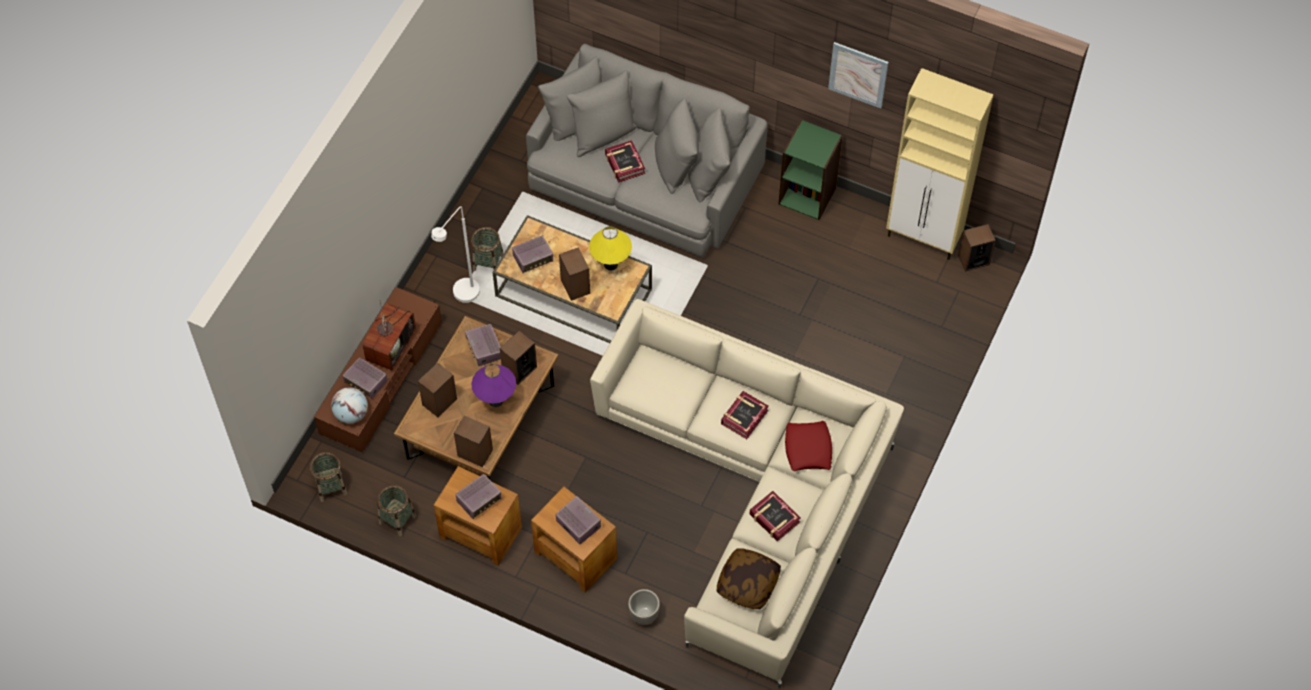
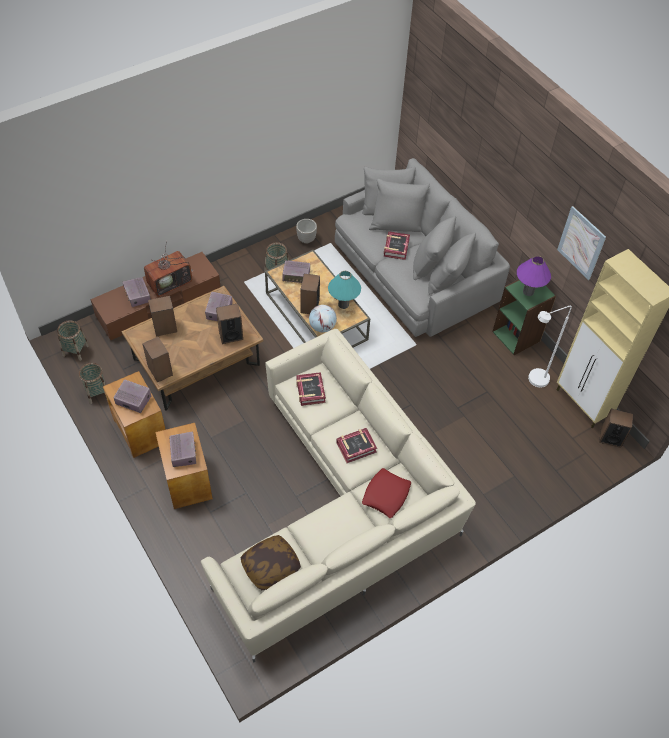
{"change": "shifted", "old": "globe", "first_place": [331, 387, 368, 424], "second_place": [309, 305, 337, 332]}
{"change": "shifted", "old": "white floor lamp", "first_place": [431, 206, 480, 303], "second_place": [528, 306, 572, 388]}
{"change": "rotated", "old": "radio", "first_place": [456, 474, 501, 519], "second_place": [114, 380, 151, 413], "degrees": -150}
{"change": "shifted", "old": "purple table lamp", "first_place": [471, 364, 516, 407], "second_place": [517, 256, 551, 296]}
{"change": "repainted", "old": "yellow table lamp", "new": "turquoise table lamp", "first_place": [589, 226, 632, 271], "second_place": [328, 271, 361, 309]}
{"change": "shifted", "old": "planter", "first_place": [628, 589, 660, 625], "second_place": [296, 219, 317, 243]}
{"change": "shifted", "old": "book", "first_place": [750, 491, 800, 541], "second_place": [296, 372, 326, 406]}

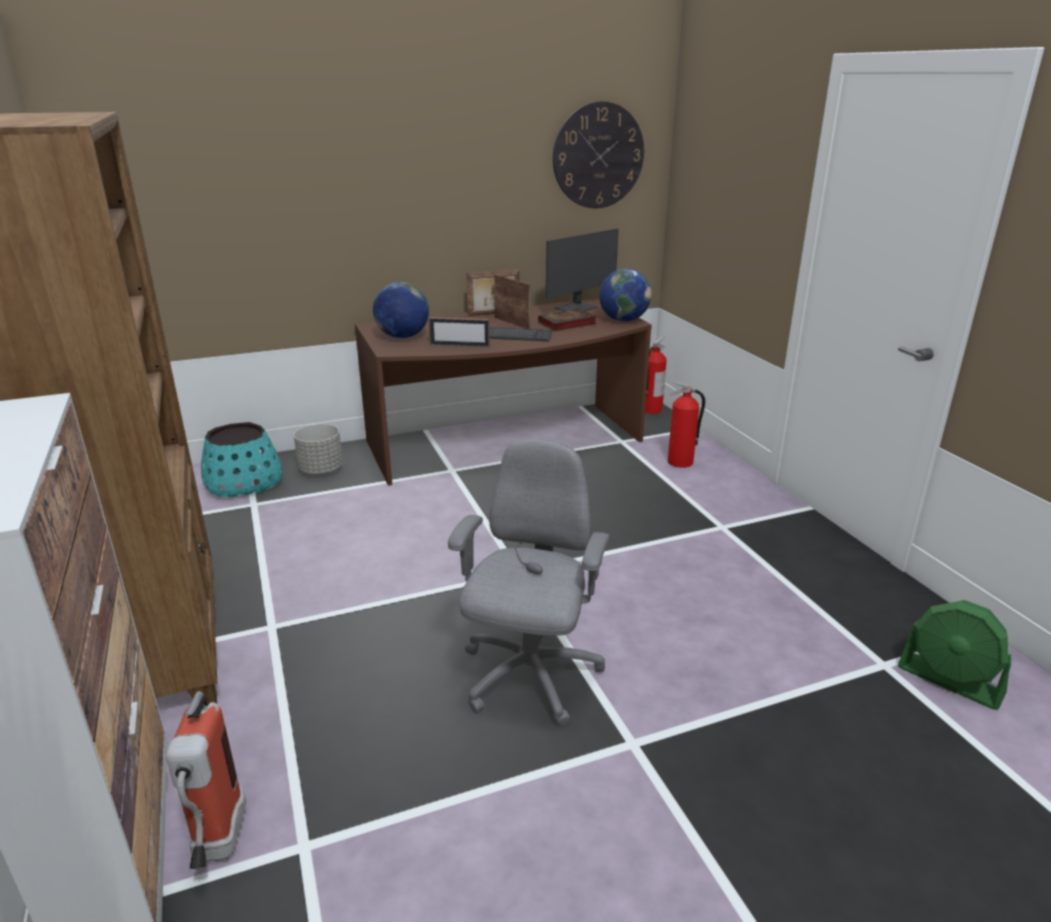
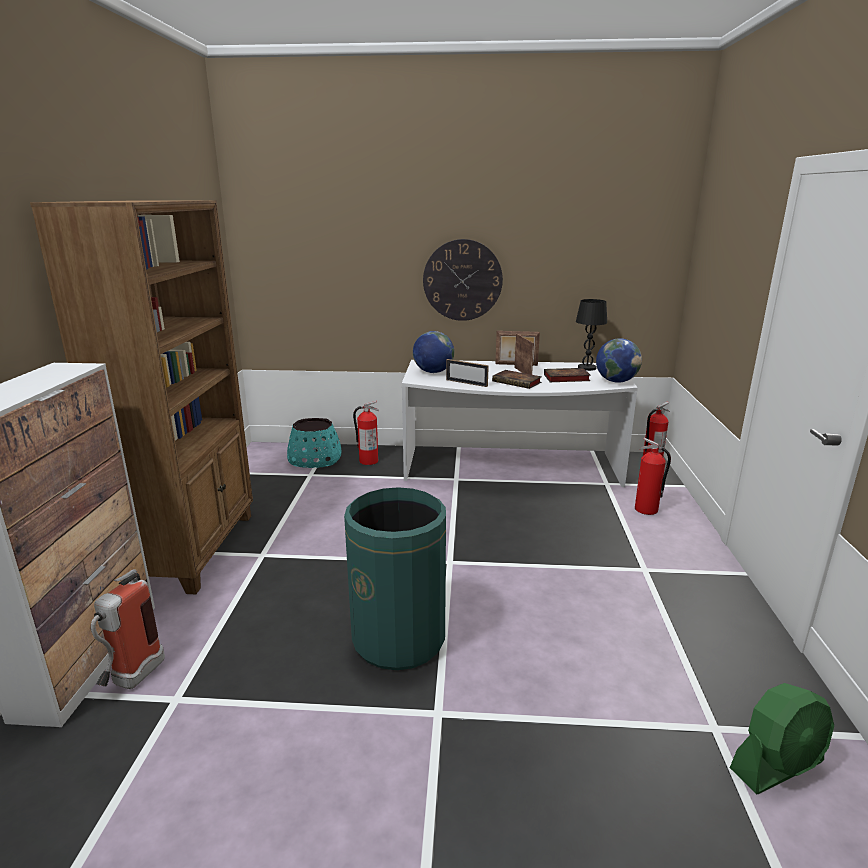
{"change": "swapped", "old": "grey planter", "new": "fire extinguisher", "first_place": [294, 424, 343, 475], "second_place": [353, 401, 379, 465]}
{"change": "repainted", "old": "brown desk", "new": "white desk", "first_place": [355, 299, 652, 486], "second_place": [402, 360, 638, 487]}
{"change": "swapped", "old": "grey office chair", "new": "green trash can", "first_place": [448, 439, 609, 726], "second_place": [344, 487, 446, 670]}
{"change": "swapped", "old": "keyboard", "new": "book", "first_place": [489, 327, 552, 341], "second_place": [492, 370, 542, 389]}
{"change": "swapped", "old": "monitor", "new": "black table lamp", "first_place": [546, 228, 619, 311], "second_place": [576, 299, 607, 371]}
{"change": "shifted", "old": "wall clock", "first_place": [553, 101, 644, 208], "second_place": [423, 239, 503, 321]}
{"change": "rotated", "old": "green fan", "first_place": [898, 600, 1012, 710], "second_place": [730, 683, 834, 794], "degrees": -90}

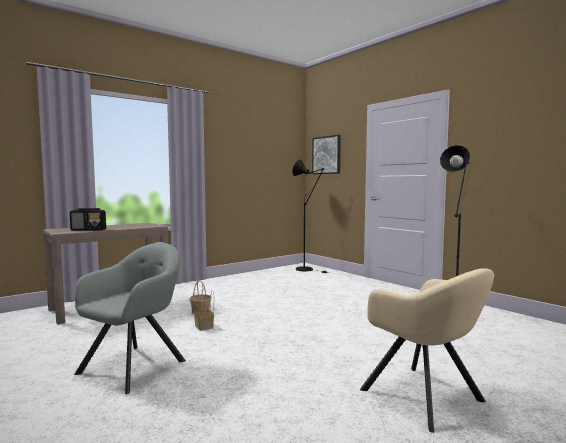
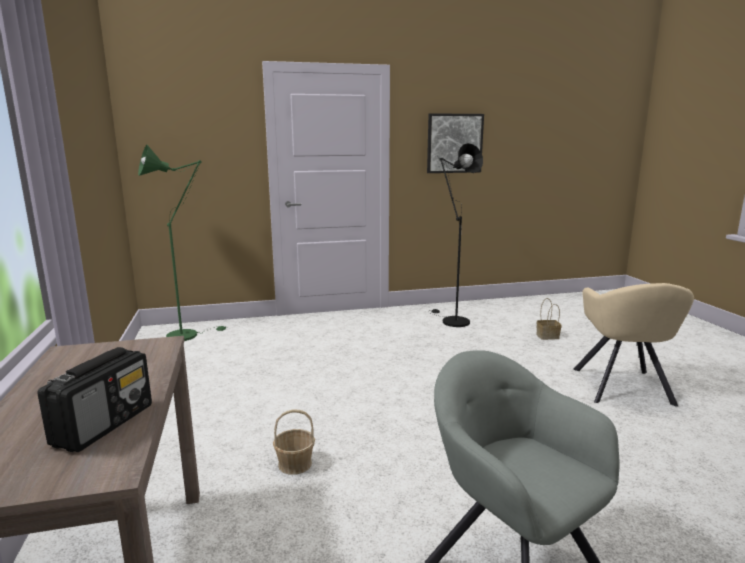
{"change": "shifted", "old": "basket", "first_place": [194, 290, 214, 331], "second_place": [536, 298, 562, 340]}
{"change": "repainted", "old": "black floor lamp", "new": "green floor lamp", "first_place": [292, 160, 330, 273], "second_place": [138, 145, 228, 341]}
{"change": "shifted", "old": "picture", "first_place": [312, 135, 341, 174], "second_place": [427, 113, 484, 173]}
{"change": "rotated", "old": "beige armchair", "first_place": [360, 268, 494, 433], "second_place": [574, 283, 694, 407], "degrees": 105}

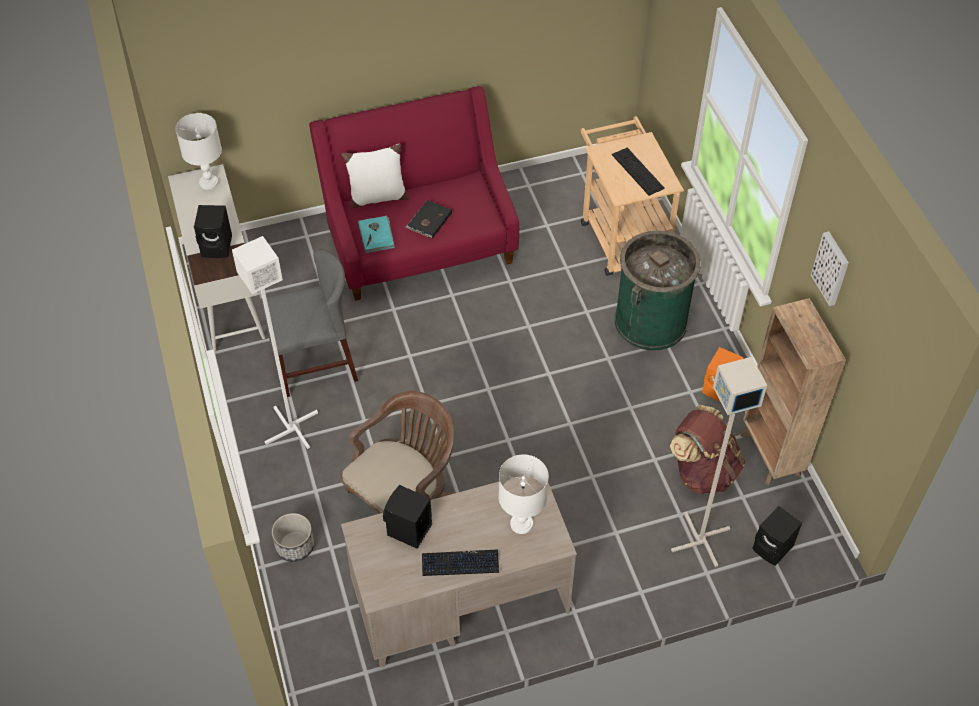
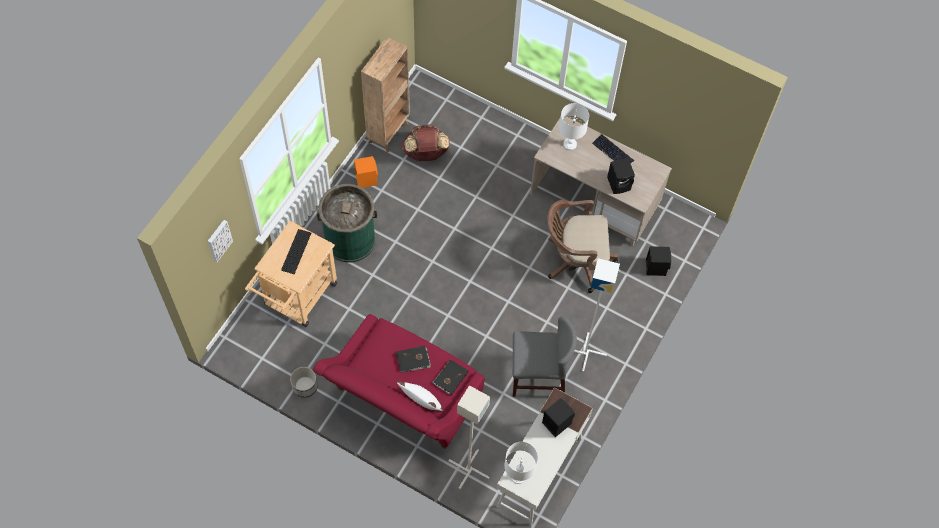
{"change": "rotated", "old": "grey chair", "first_place": [261, 249, 358, 397], "second_place": [513, 316, 577, 397], "degrees": 150}
{"change": "shifted", "old": "planter", "first_place": [272, 513, 314, 562], "second_place": [290, 367, 318, 398]}
{"change": "repainted", "old": "turquoise book", "new": "black book", "first_place": [358, 216, 395, 253], "second_place": [432, 359, 469, 395]}
{"change": "shifted", "old": "grey floor lamp", "first_place": [671, 357, 767, 567], "second_place": [448, 385, 490, 489]}
{"change": "shifted", "old": "black speaker", "first_place": [752, 506, 802, 566], "second_place": [646, 246, 671, 276]}
{"change": "shifted", "old": "picture", "first_place": [811, 231, 849, 306], "second_place": [208, 220, 233, 262]}

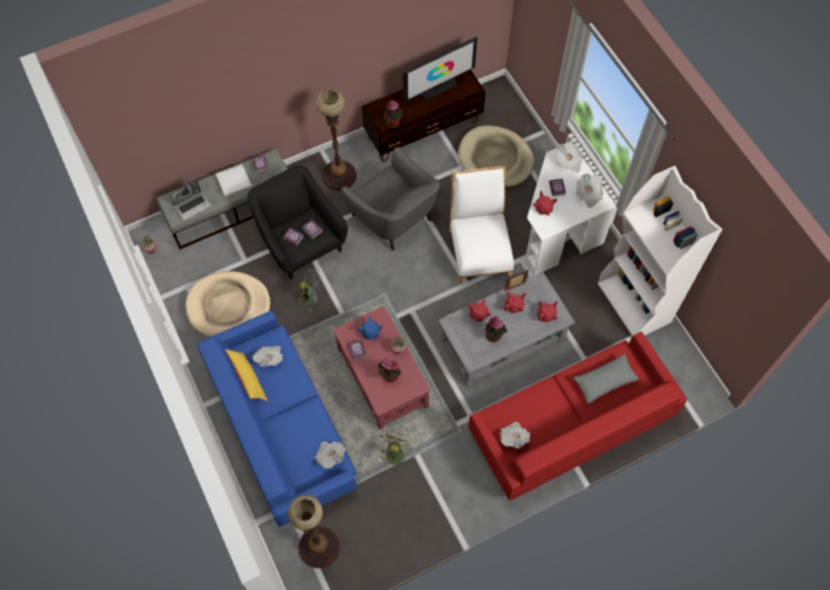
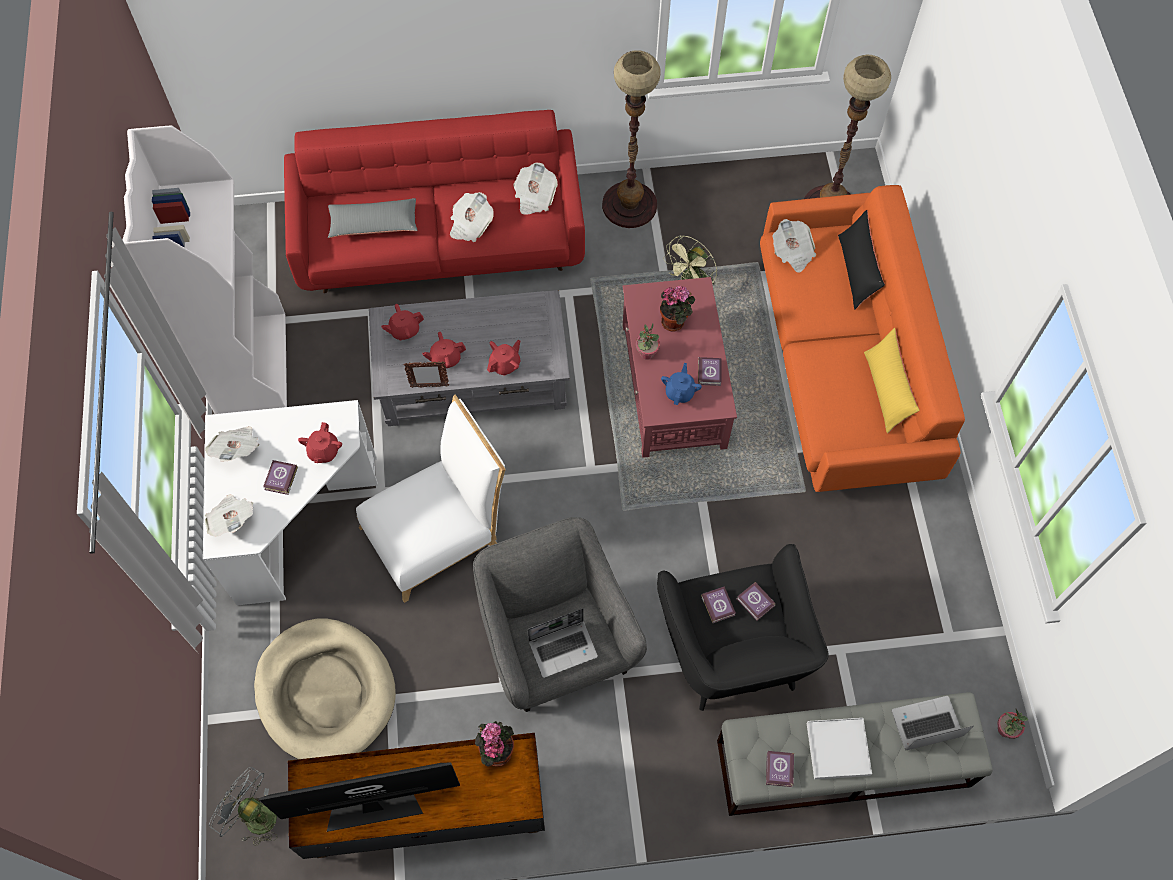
{"change": "gone", "old": "beige dog bed", "first_place": [185, 271, 271, 337]}
{"change": "repainted", "old": "blue sofa", "new": "orange sofa", "first_place": [197, 310, 357, 527], "second_place": [760, 185, 965, 492]}
{"change": "shifted", "old": "newspaper", "first_place": [252, 346, 283, 367], "second_place": [450, 192, 494, 242]}
{"change": "shifted", "old": "grey fan", "first_place": [295, 268, 322, 312], "second_place": [209, 767, 277, 846]}
{"change": "shifted", "old": "floor lamp", "first_place": [316, 89, 357, 190], "second_place": [602, 50, 661, 228]}
{"change": "rotated", "old": "white chair", "first_place": [449, 166, 514, 284], "second_place": [356, 394, 506, 603], "degrees": -135}
{"change": "gone", "old": "potted plant", "first_place": [485, 316, 507, 343]}
{"change": "new", "new": "laptop", "second_place": [527, 608, 598, 678]}
{"change": "new", "new": "black pillow", "second_place": [838, 210, 885, 310]}

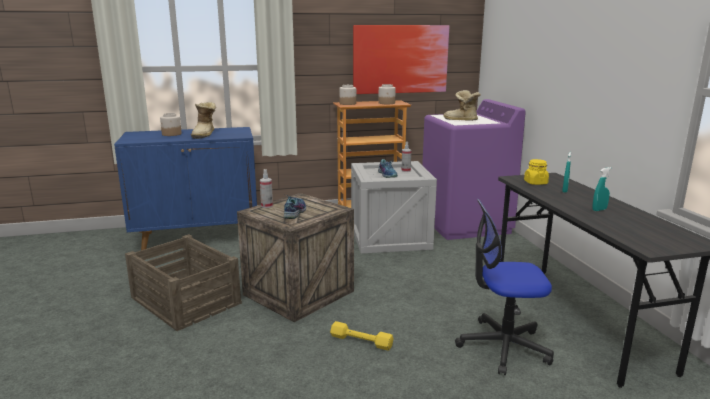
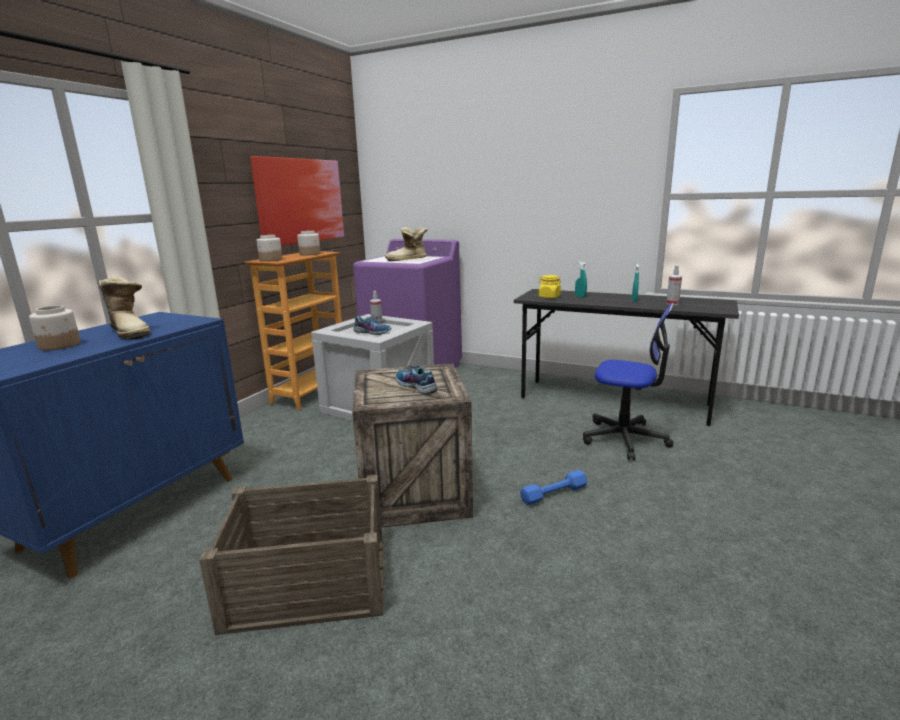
{"change": "shifted", "old": "spray bottle", "first_place": [260, 169, 273, 208], "second_place": [666, 265, 682, 305]}
{"change": "repainted", "old": "yellow dumbbell", "new": "blue dumbbell", "first_place": [330, 321, 393, 351], "second_place": [520, 470, 588, 505]}
{"change": "rotated", "old": "office chair", "first_place": [455, 199, 554, 375], "second_place": [583, 303, 674, 460], "degrees": -105}

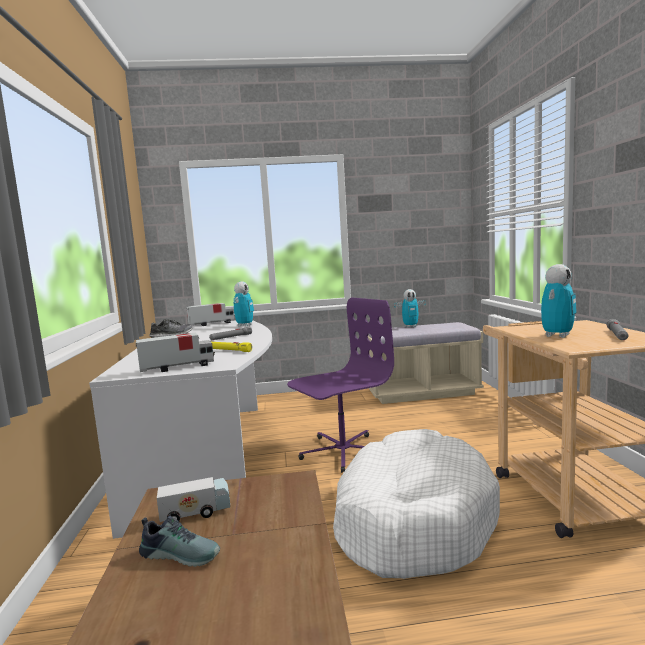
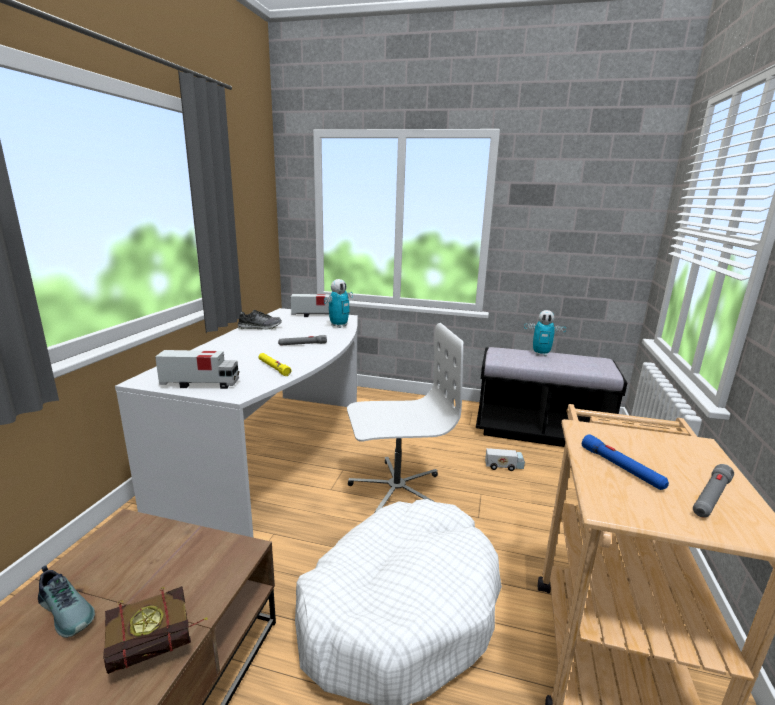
{"change": "shifted", "old": "toy truck", "first_place": [157, 477, 230, 522], "second_place": [485, 448, 525, 471]}
{"change": "repainted", "old": "purple office chair", "new": "white office chair", "first_place": [287, 297, 394, 473], "second_place": [347, 323, 464, 512]}
{"change": "repainted", "old": "beige bench", "new": "black bench", "first_place": [368, 322, 484, 404], "second_place": [476, 347, 627, 447]}
{"change": "swapped", "old": "toy robot", "new": "blue flashlight", "first_place": [541, 264, 577, 338], "second_place": [582, 434, 669, 490]}
{"change": "new", "new": "book", "second_place": [103, 586, 208, 674]}

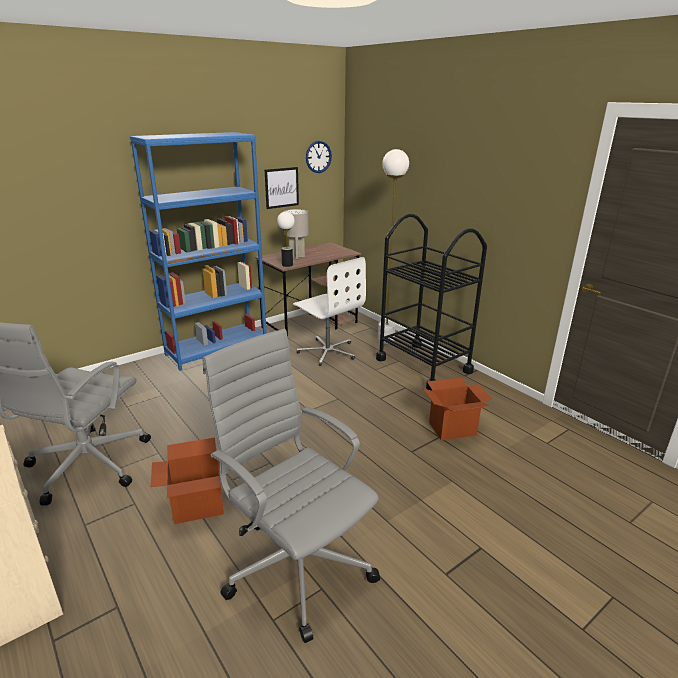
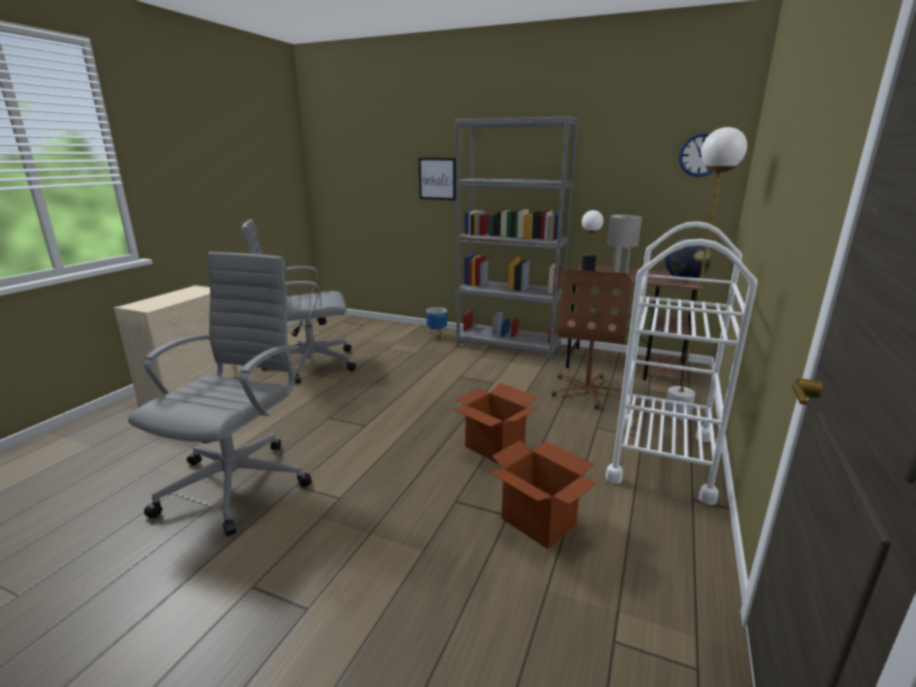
{"change": "repainted", "old": "blue bookcase", "new": "grey bookcase", "first_place": [129, 132, 267, 371], "second_place": [455, 116, 579, 360]}
{"change": "shifted", "old": "cardboard box", "first_place": [151, 438, 224, 524], "second_place": [453, 383, 537, 464]}
{"change": "shifted", "old": "picture", "first_place": [265, 167, 299, 209], "second_place": [419, 158, 456, 200]}
{"change": "repainted", "old": "white office chair", "new": "brown office chair", "first_place": [293, 257, 366, 366], "second_place": [551, 270, 631, 409]}
{"change": "repainted", "old": "black cart", "new": "white cart", "first_place": [376, 214, 487, 391], "second_place": [606, 221, 758, 505]}
{"change": "new", "new": "planter", "second_place": [426, 307, 447, 340]}
{"change": "new", "new": "globe", "second_place": [665, 238, 711, 281]}

